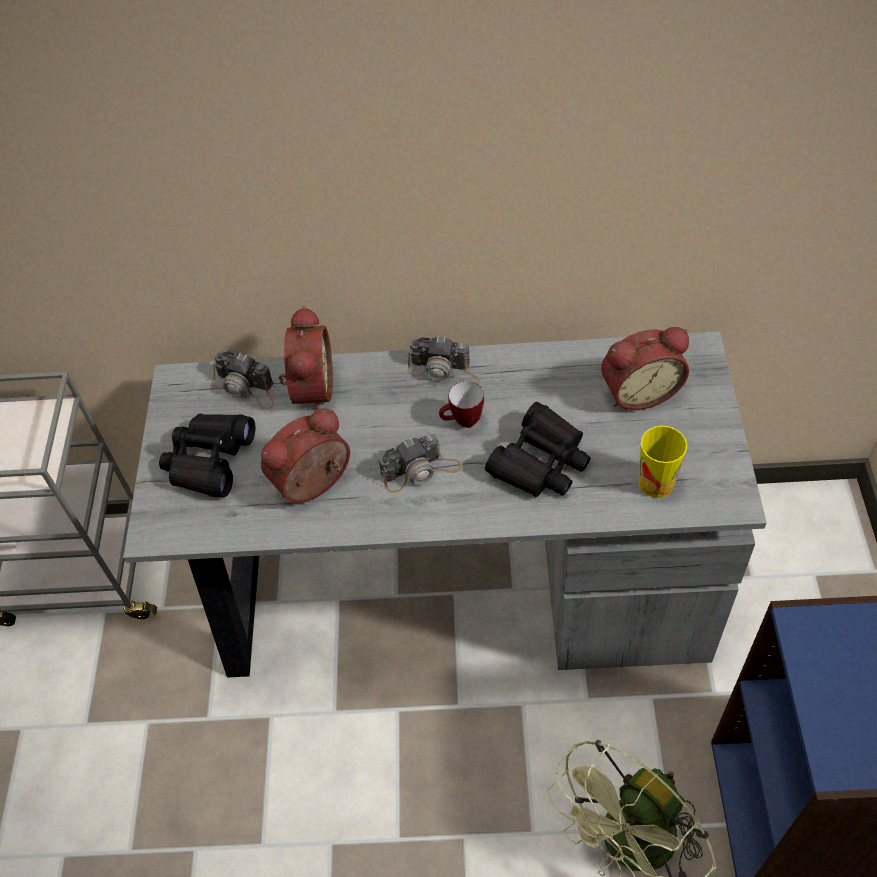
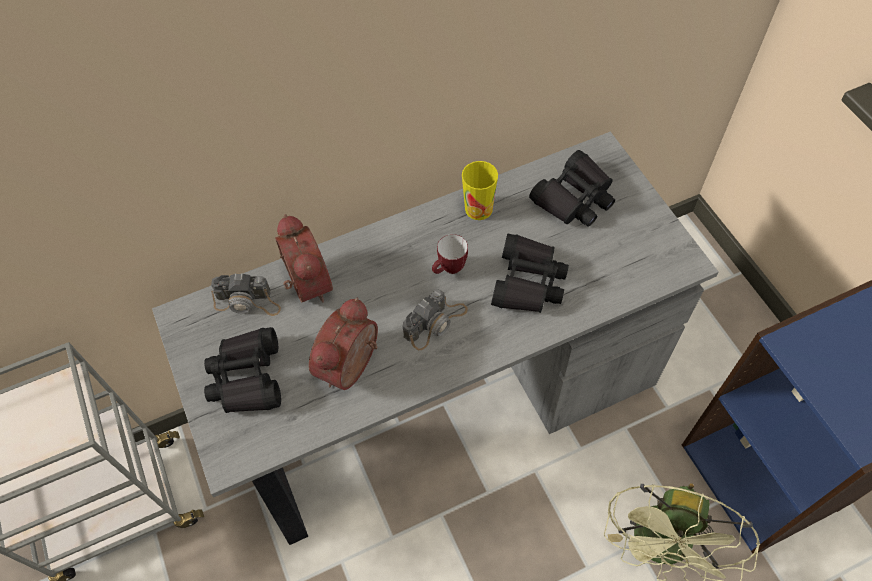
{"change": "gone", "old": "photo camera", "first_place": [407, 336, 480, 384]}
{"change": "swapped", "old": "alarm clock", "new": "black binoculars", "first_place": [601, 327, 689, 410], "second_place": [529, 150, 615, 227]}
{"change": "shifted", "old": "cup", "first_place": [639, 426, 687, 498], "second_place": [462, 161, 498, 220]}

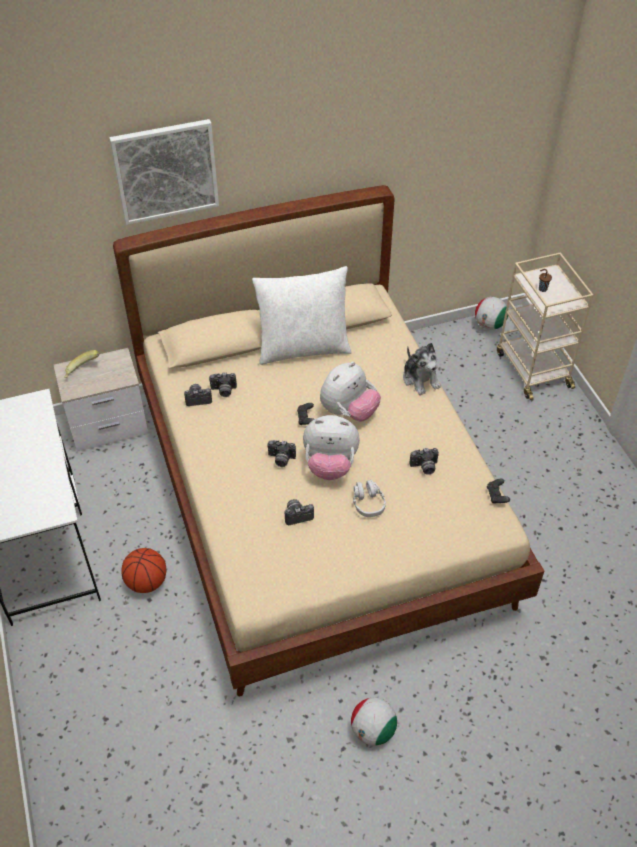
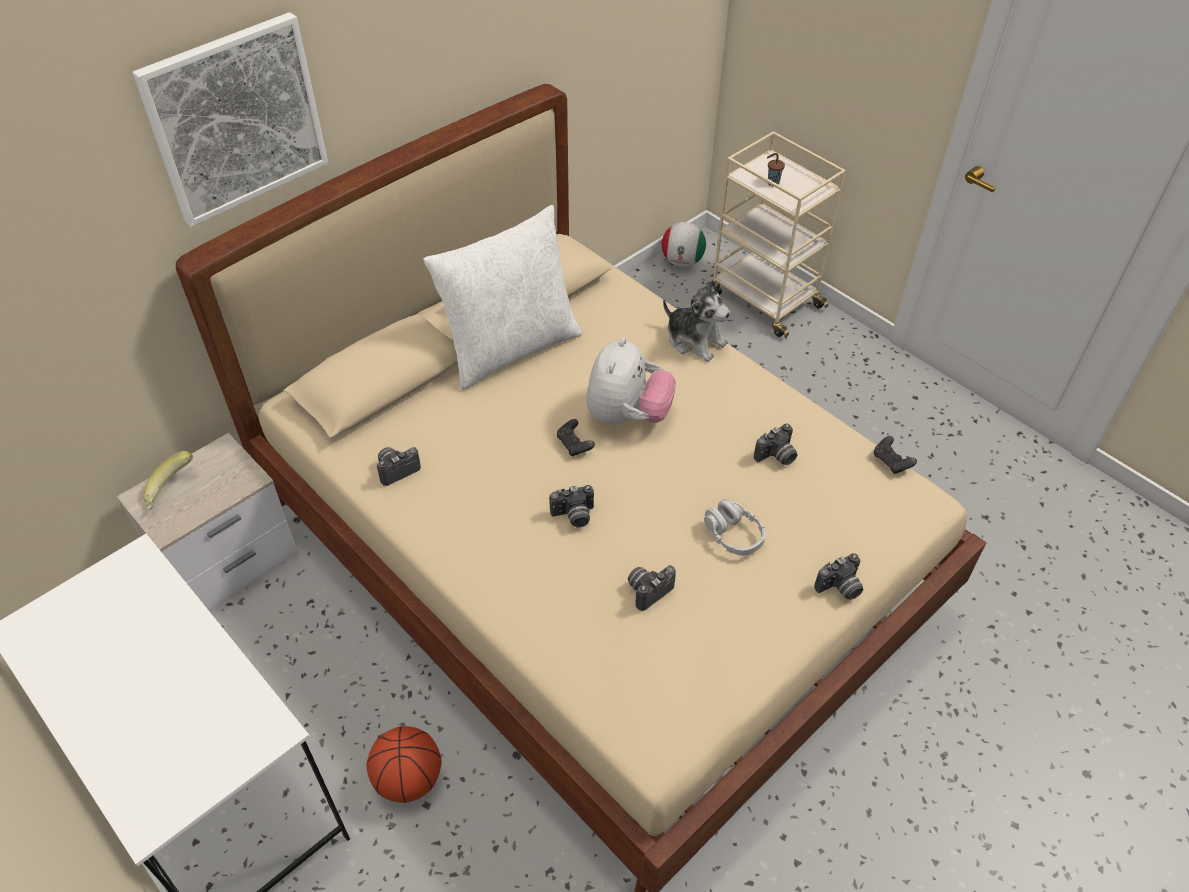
{"change": "shifted", "old": "photo camera", "first_place": [209, 373, 237, 397], "second_place": [814, 553, 863, 600]}
{"change": "gone", "old": "plush toy", "first_place": [303, 415, 360, 480]}
{"change": "gone", "old": "football", "first_place": [351, 697, 397, 746]}

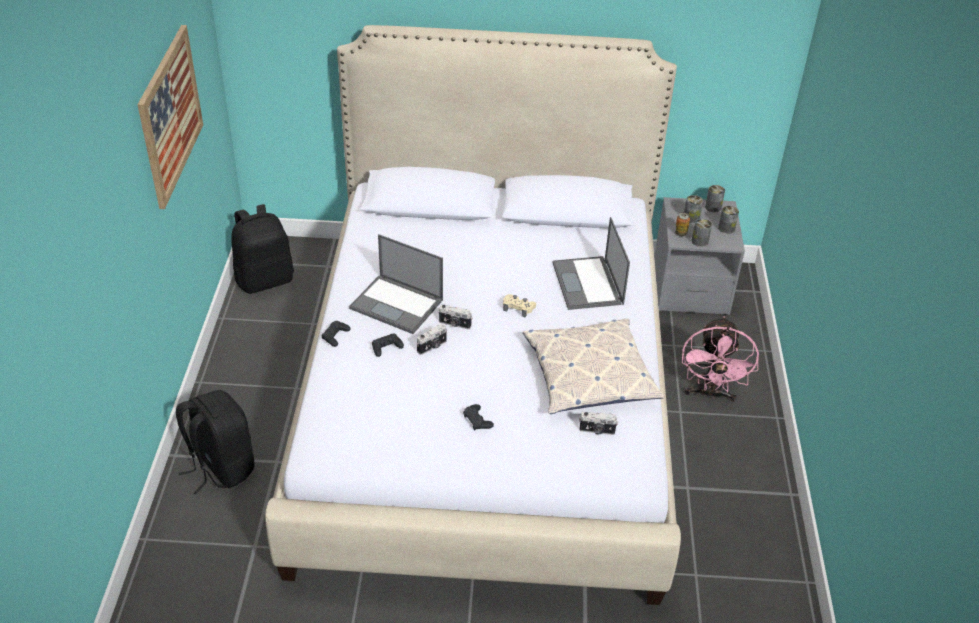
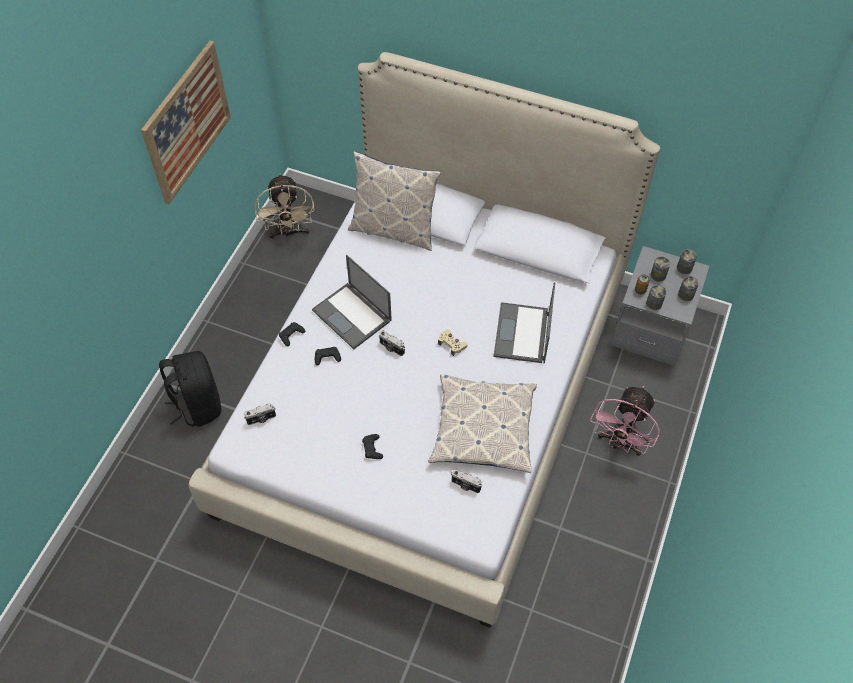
{"change": "swapped", "old": "black backpack", "new": "beige fan", "first_place": [231, 204, 294, 294], "second_place": [255, 173, 314, 239]}
{"change": "shifted", "old": "photo camera", "first_place": [417, 324, 447, 355], "second_place": [244, 403, 276, 425]}
{"change": "new", "new": "pillow", "second_place": [348, 151, 441, 251]}

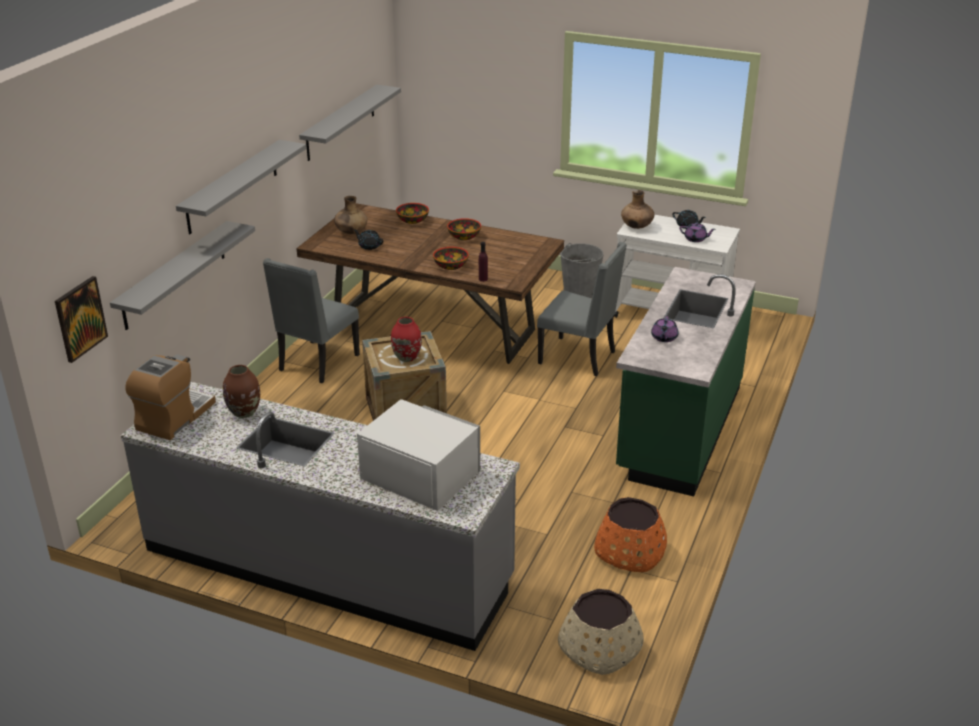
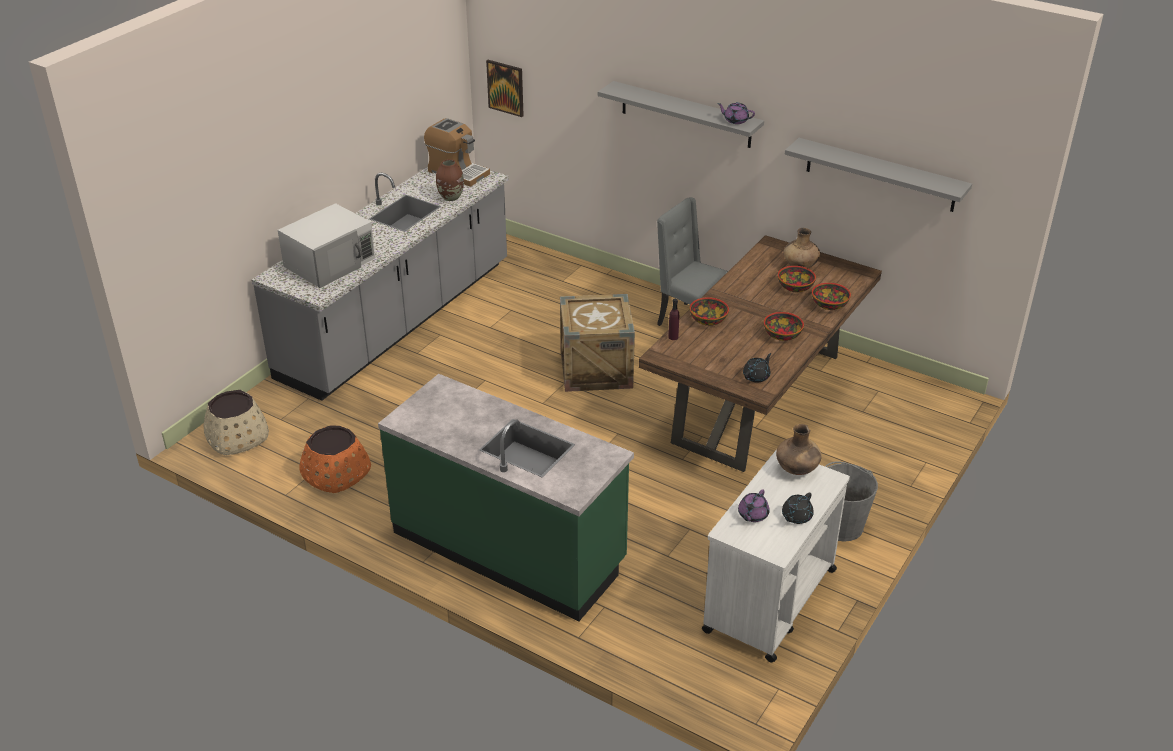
{"change": "gone", "old": "grey shelf", "first_place": [110, 221, 255, 330]}
{"change": "shifted", "old": "black teapot", "first_place": [354, 229, 383, 250], "second_place": [743, 353, 771, 383]}
{"change": "gone", "old": "red vase", "first_place": [391, 317, 422, 362]}
{"change": "gone", "old": "grey chair", "first_place": [537, 242, 627, 376]}
{"change": "shifted", "old": "purple teapot", "first_place": [651, 316, 678, 342], "second_place": [717, 102, 755, 124]}
{"change": "new", "new": "bowl", "second_place": [778, 266, 816, 292]}

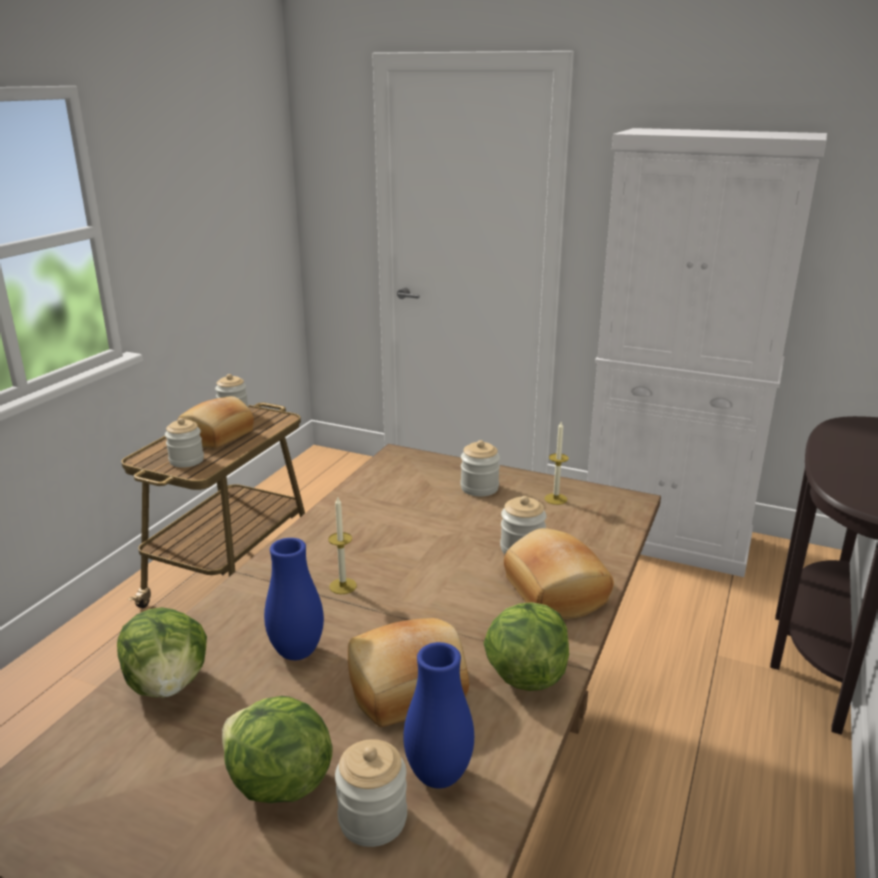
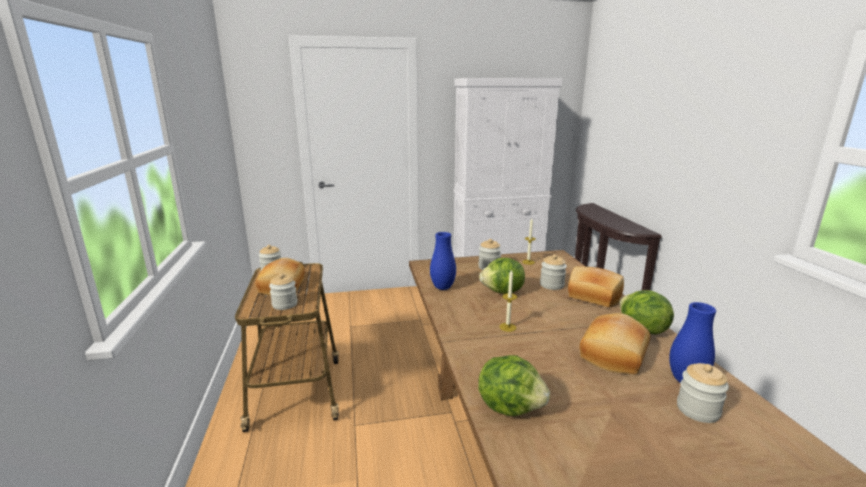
{"change": "shifted", "old": "lettuce", "first_place": [222, 696, 333, 803], "second_place": [479, 258, 525, 294]}
{"change": "shifted", "old": "blue vase", "first_place": [264, 538, 324, 660], "second_place": [430, 232, 456, 290]}

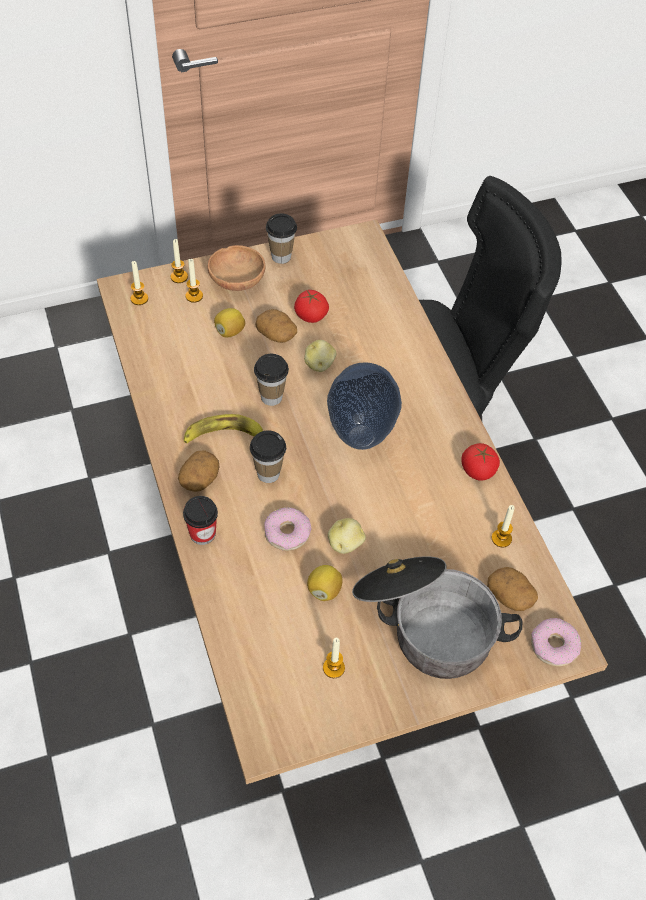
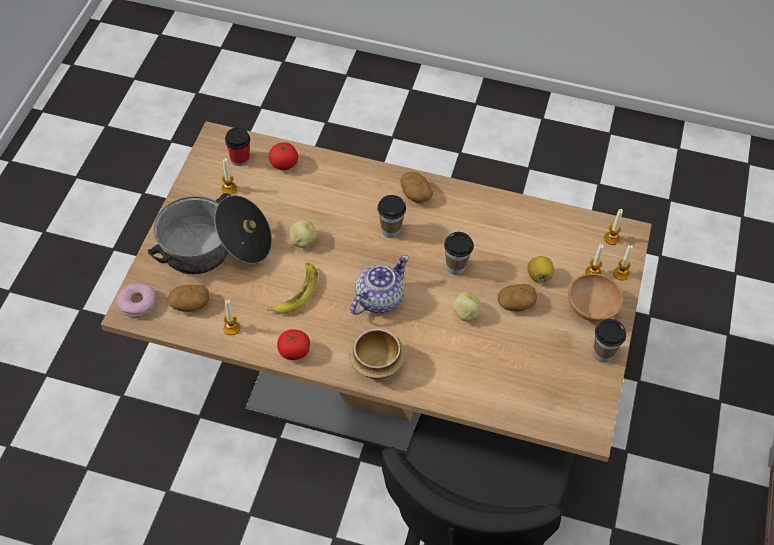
{"change": "shifted", "old": "cup", "first_place": [183, 496, 218, 545], "second_place": [225, 127, 250, 166]}
{"change": "shifted", "old": "banana", "first_place": [184, 414, 263, 443], "second_place": [267, 262, 318, 314]}
{"change": "gone", "old": "donut", "first_place": [264, 507, 311, 551]}
{"change": "shifted", "old": "tomato", "first_place": [294, 290, 329, 323], "second_place": [269, 142, 298, 170]}
{"change": "gone", "old": "lemon", "first_place": [307, 565, 343, 601]}
{"change": "swapped", "old": "vase", "new": "teapot", "first_place": [327, 362, 402, 450], "second_place": [350, 255, 409, 315]}
{"change": "new", "new": "bowl", "second_place": [349, 329, 405, 379]}

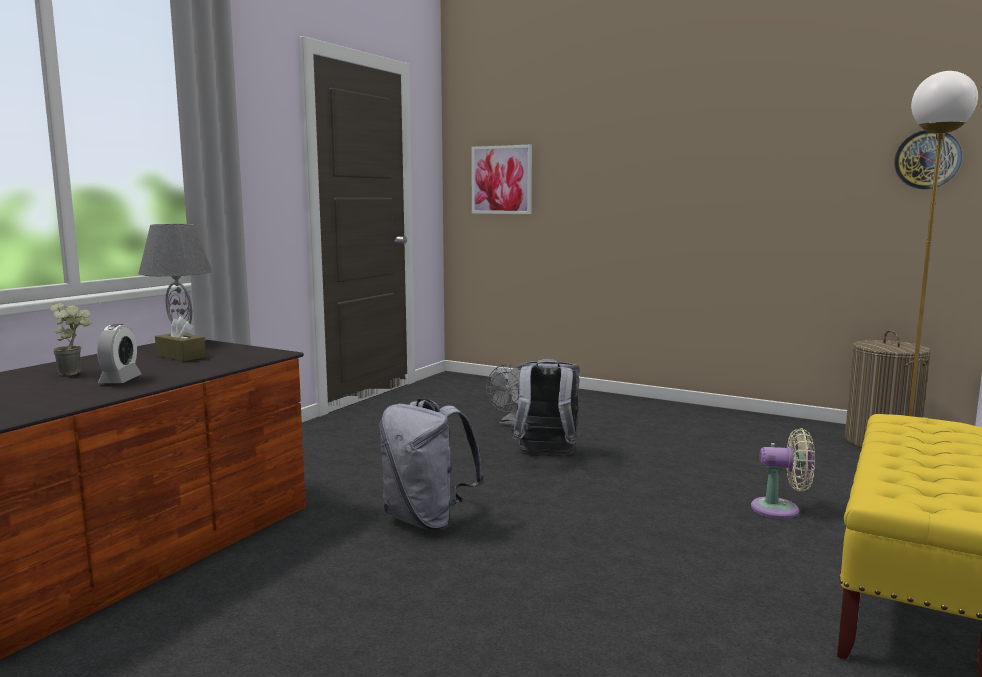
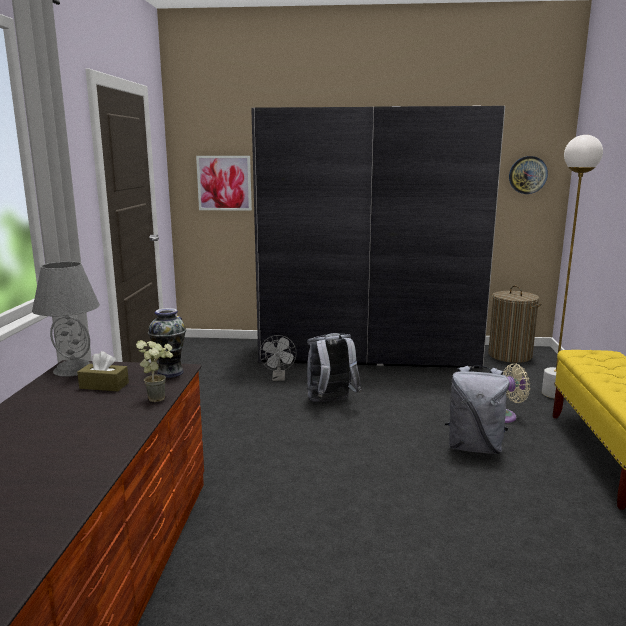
{"change": "shifted", "old": "potted plant", "first_place": [50, 302, 92, 376], "second_place": [136, 340, 173, 402]}
{"change": "gone", "old": "alarm clock", "first_place": [97, 324, 142, 383]}
{"change": "shifted", "old": "grey backpack", "first_place": [380, 398, 484, 531], "second_place": [445, 366, 509, 454]}
{"change": "new", "new": "vase", "second_place": [148, 308, 186, 378]}
{"change": "new", "new": "grey wardrobe", "second_place": [251, 105, 505, 370]}

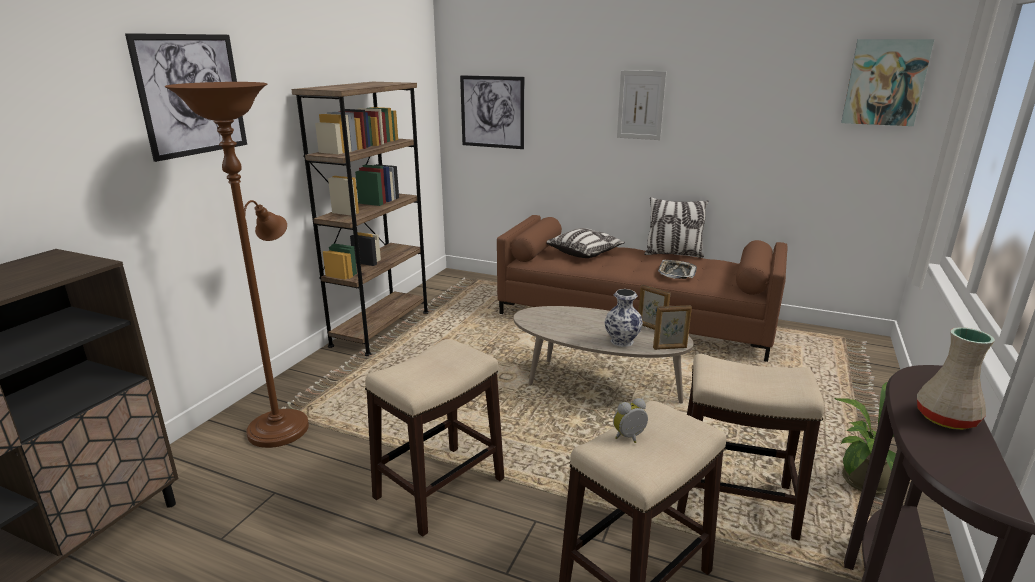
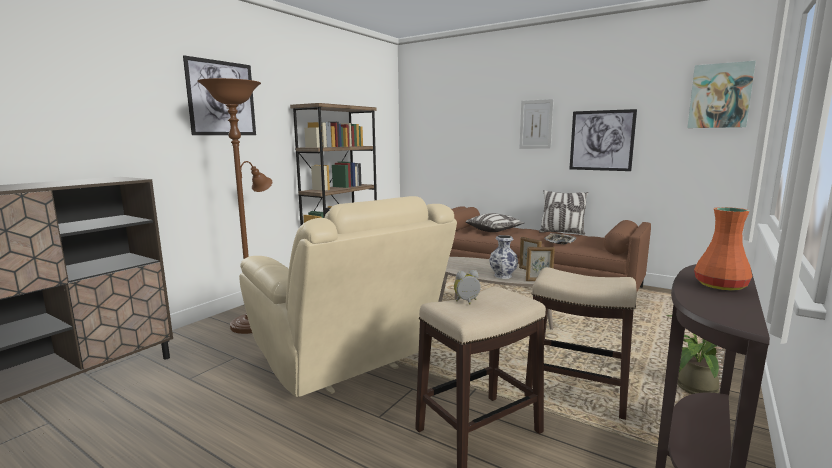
{"change": "swapped", "old": "stool", "new": "beige armchair", "first_place": [365, 339, 504, 537], "second_place": [239, 196, 457, 397]}
{"change": "shifted", "old": "picture", "first_place": [460, 75, 524, 149], "second_place": [570, 109, 637, 171]}
{"change": "repainted", "old": "beige vase", "new": "orange vase", "first_place": [917, 327, 995, 430], "second_place": [694, 207, 752, 291]}

